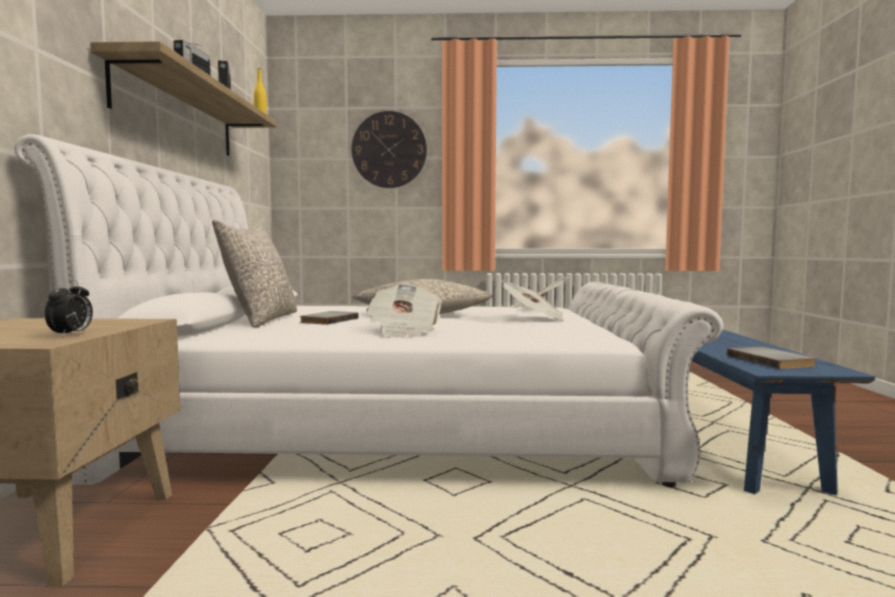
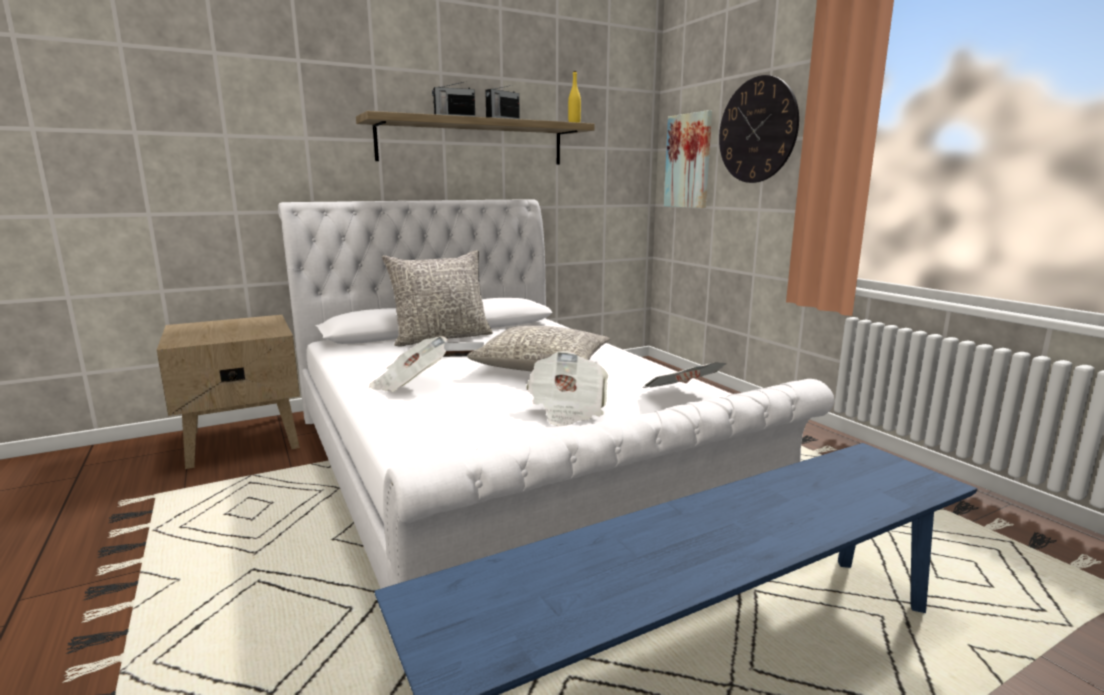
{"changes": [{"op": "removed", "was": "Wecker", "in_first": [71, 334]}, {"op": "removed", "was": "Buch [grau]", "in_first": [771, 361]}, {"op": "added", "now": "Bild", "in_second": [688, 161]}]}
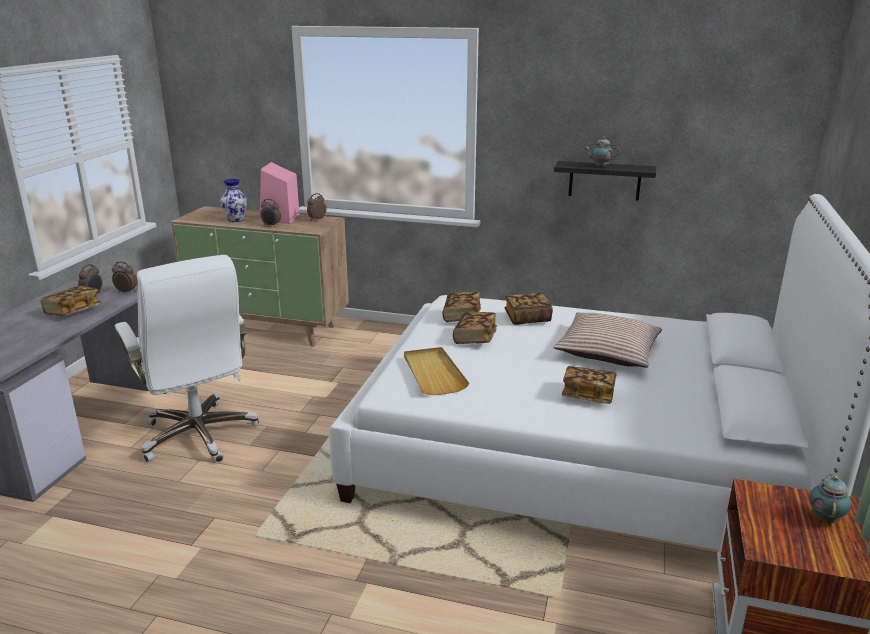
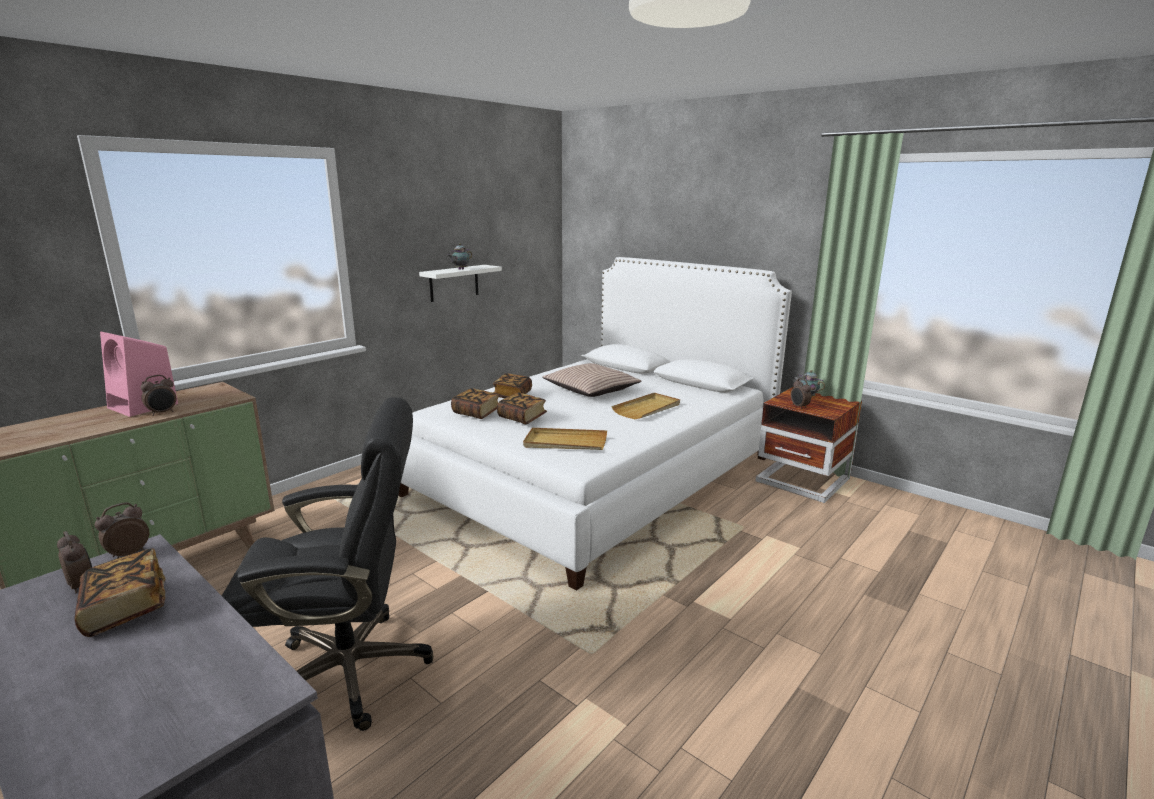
{"changes": [{"op": "removed", "was": "Vase", "in_first": [236, 220]}, {"op": "moved", "was": "Wecker", "in_first": [316, 219], "in_second": [799, 407]}, {"op": "replaced", "was": "Buch", "now": "Tablett [beige]", "in_first": [588, 396], "in_second": [647, 408]}, {"op": "recoloured", "was": "Bürostuhl [weiß]", "now": "Bürostuhl [schwarz]", "in_first": [197, 433], "in_second": [345, 672]}, {"op": "recoloured", "was": "Wandregal [schwarz]", "now": "Wandregal [weiß]", "in_first": [604, 180], "in_second": [454, 283]}]}
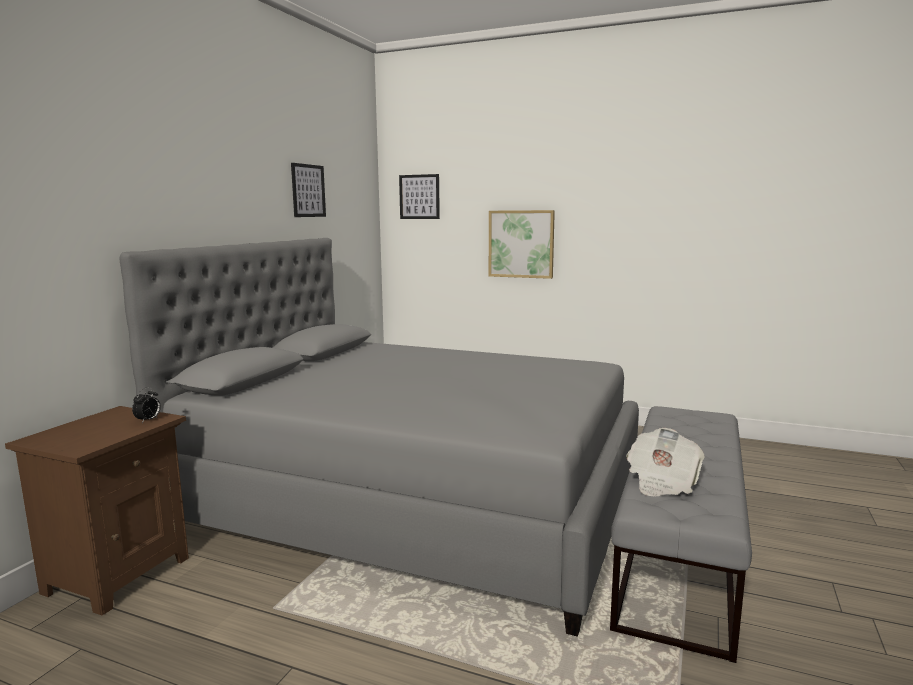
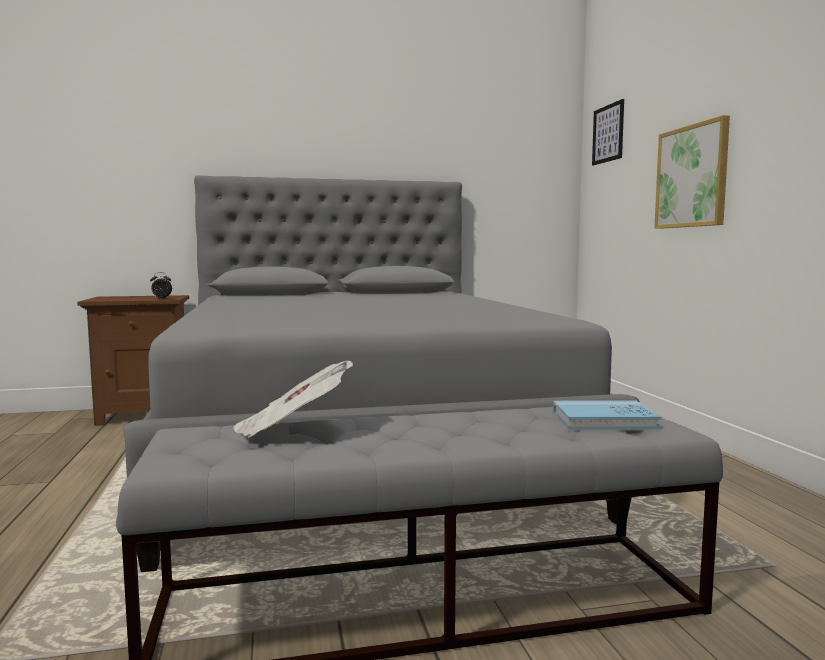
{"changes": [{"op": "removed", "was": "Bild", "in_first": [308, 190]}, {"op": "added", "now": "Buch [blau]", "in_second": [604, 420]}]}
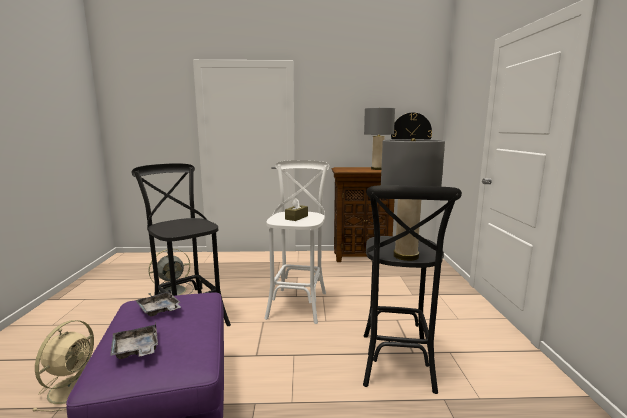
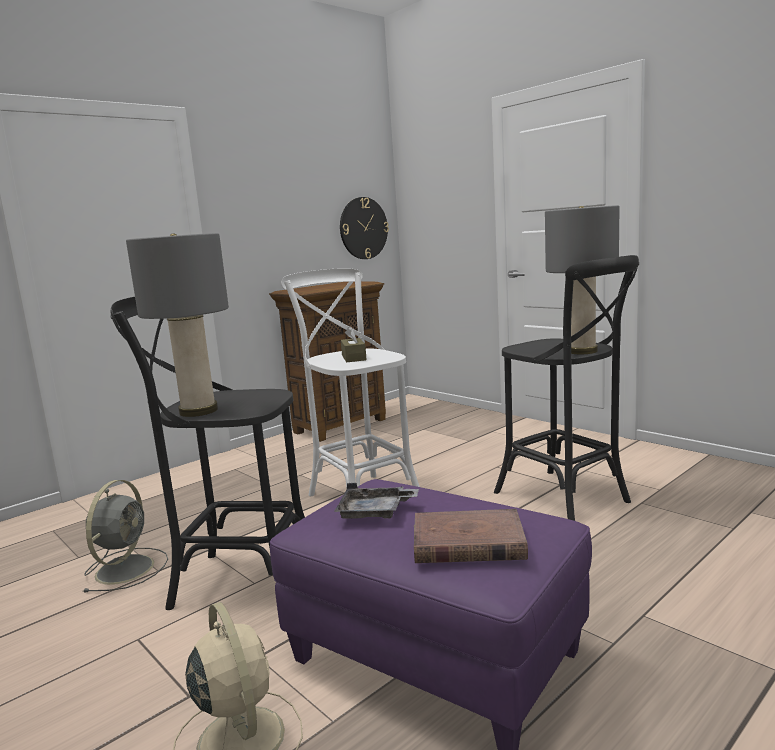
{"changes": [{"op": "moved", "was": "Tischlampe [grau]", "in_first": [377, 169], "in_second": [198, 411]}, {"op": "replaced", "was": "Tablett [grau]", "now": "Buch [braun]", "in_first": [136, 349], "in_second": [467, 543]}]}
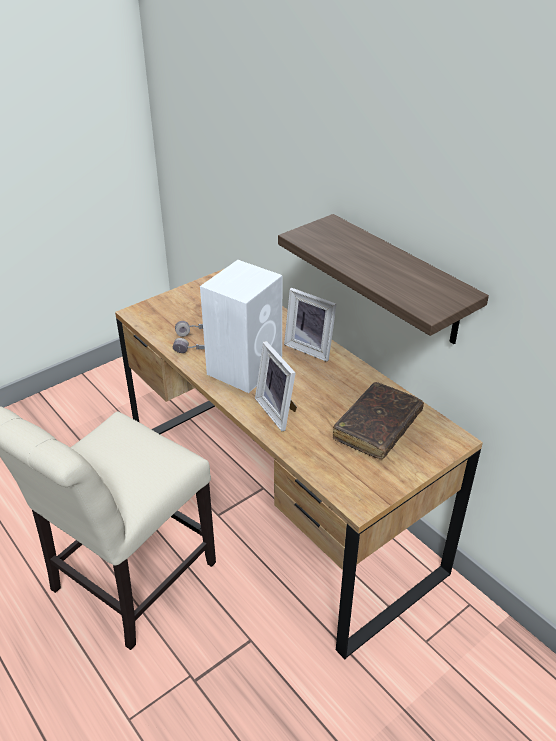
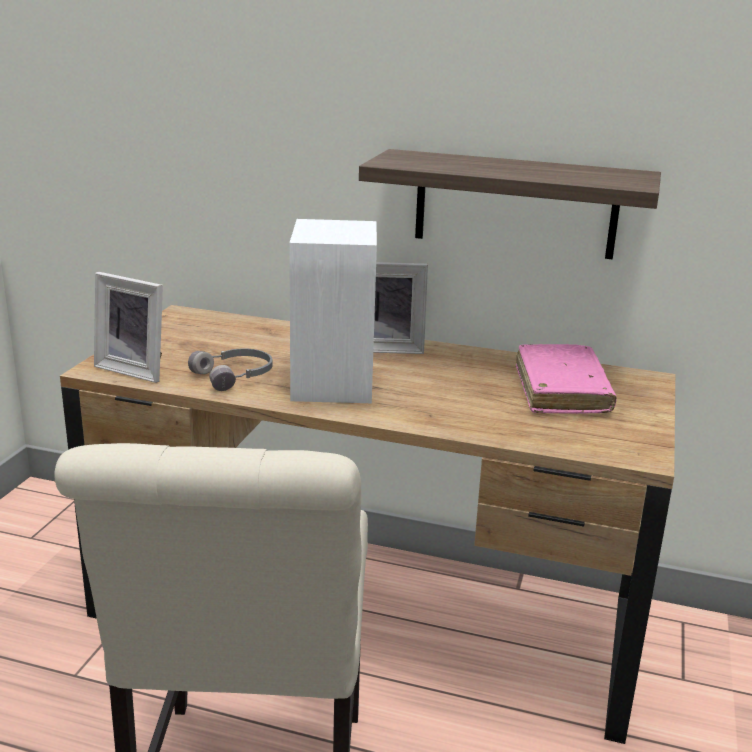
{"changes": [{"op": "moved", "was": "Bilderrahmen", "in_first": [279, 411], "in_second": [136, 369]}, {"op": "recoloured", "was": "Buch [braun]", "now": "Buch [rosa]", "in_first": [377, 427], "in_second": [561, 391]}]}
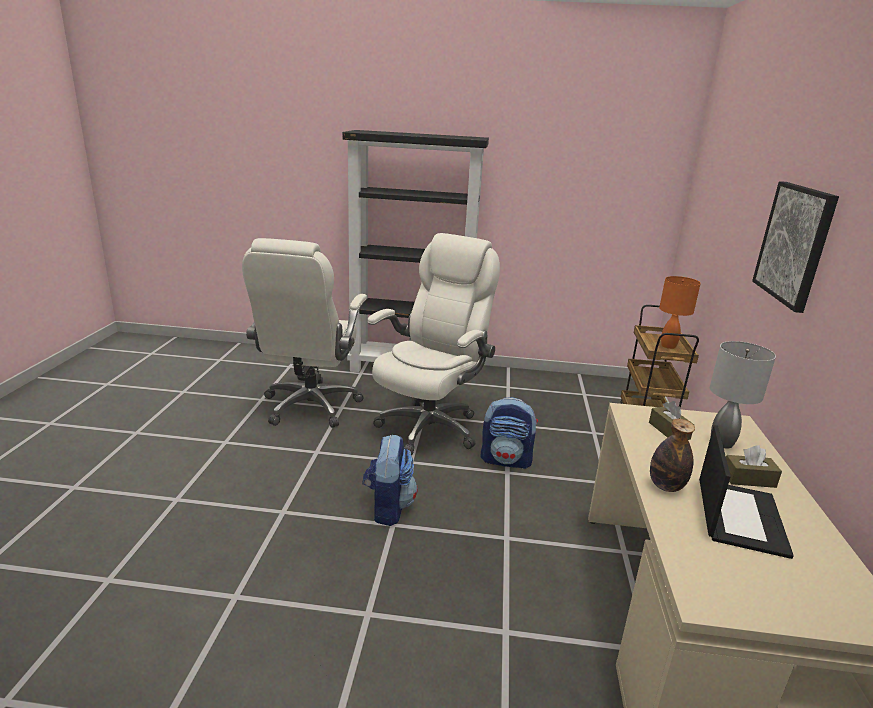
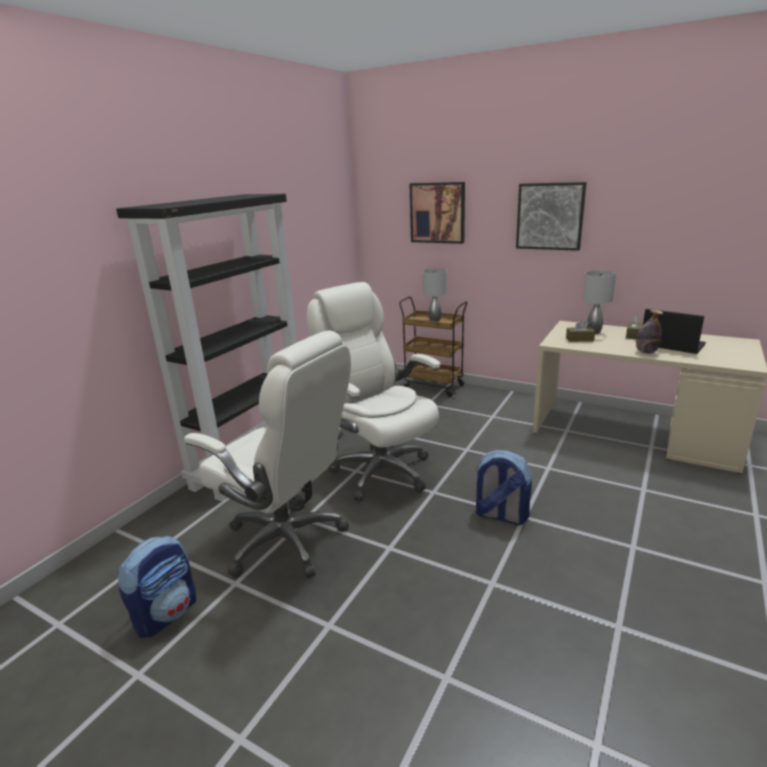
{"changes": [{"op": "added", "now": "Bild", "in_second": [437, 213]}, {"op": "moved", "was": "Rucksack", "in_first": [506, 460], "in_second": [167, 613]}, {"op": "recoloured", "was": "Tischlampe [orange]", "now": "Tischlampe [grau]", "in_first": [668, 346], "in_second": [434, 320]}]}
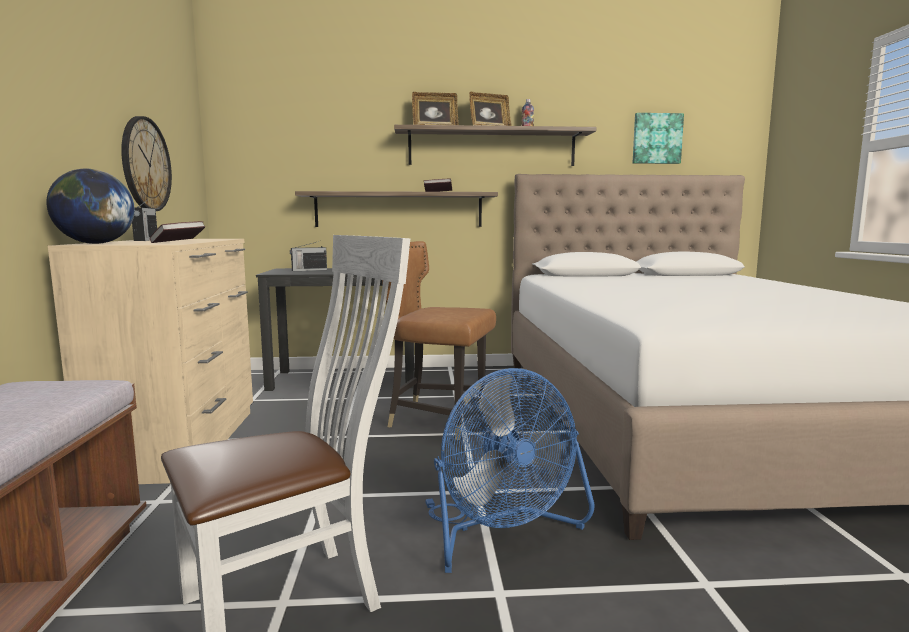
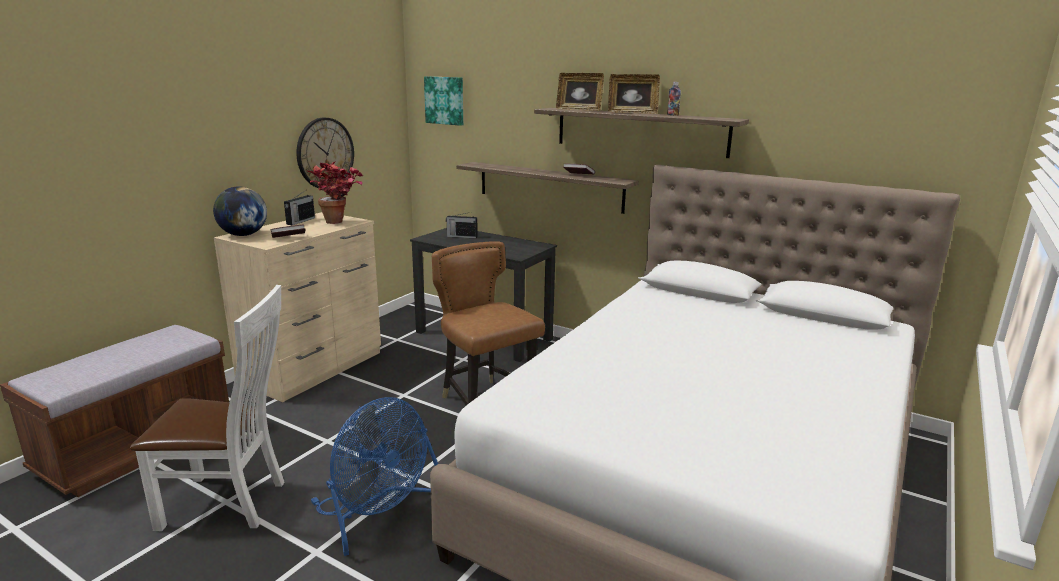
{"changes": [{"op": "added", "now": "Topfpflanze", "in_second": [340, 223]}, {"op": "moved", "was": "Bild", "in_first": [656, 139], "in_second": [445, 100]}, {"op": "turned", "was": "Ventilator [blau]", "in_first": [496, 533], "in_second": [374, 514], "clockwise": -60}]}
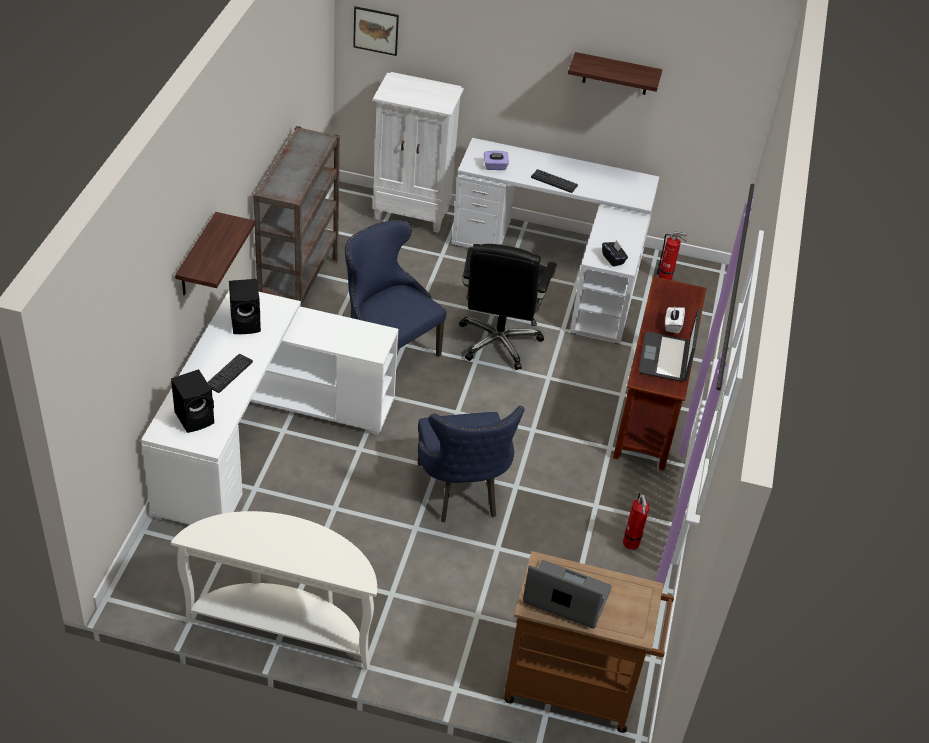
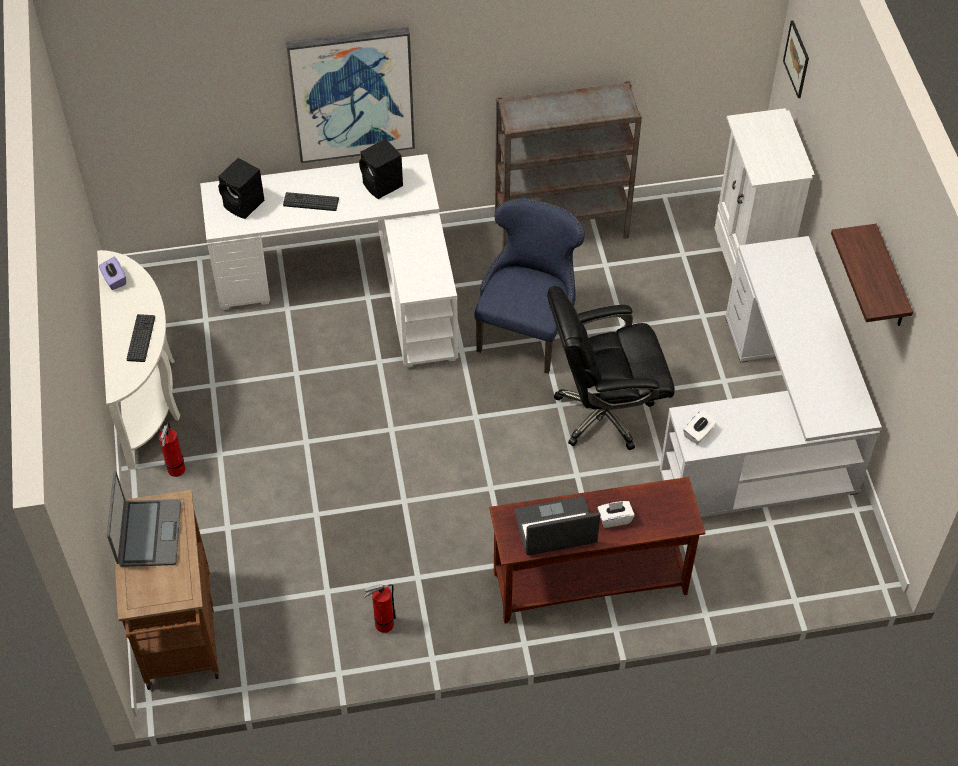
{"changes": [{"op": "removed", "was": "Stuhl [blau]", "in_first": [461, 491]}, {"op": "moved", "was": "Taschentuchbox [lila]", "in_first": [495, 167], "in_second": [114, 280]}, {"op": "moved", "was": "Tastatur", "in_first": [554, 181], "in_second": [141, 338]}, {"op": "moved", "was": "Feuerlöscher", "in_first": [666, 279], "in_second": [176, 471]}, {"op": "replaced", "was": "Wandregal", "now": "Bild", "in_first": [196, 256], "in_second": [352, 93]}, {"op": "recoloured", "was": "Taschentuchbox [schwarz]", "now": "Taschentuchbox [weiß]", "in_first": [613, 259], "in_second": [698, 433]}]}
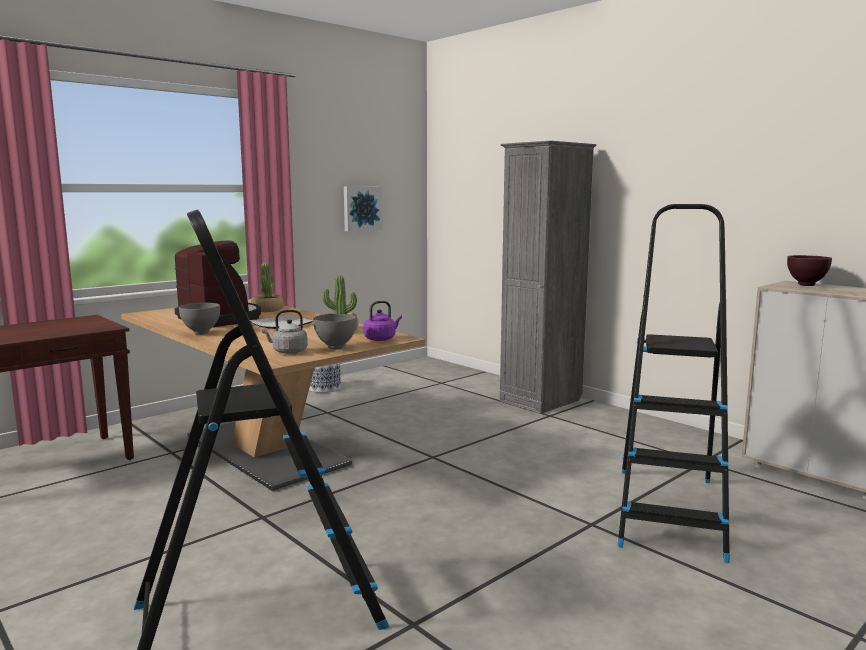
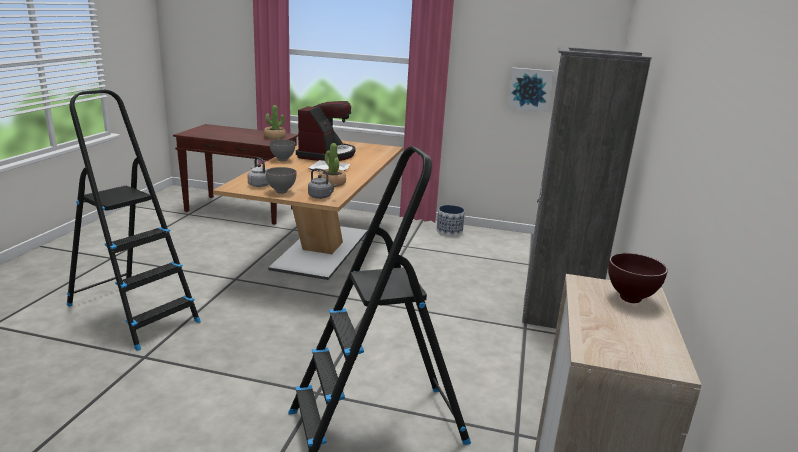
{"changes": [{"op": "moved", "was": "Topfpflanze", "in_first": [267, 310], "in_second": [274, 137]}, {"op": "recoloured", "was": "Wasserkessel [lila]", "now": "Wasserkessel [grau]", "in_first": [381, 339], "in_second": [321, 197]}]}
